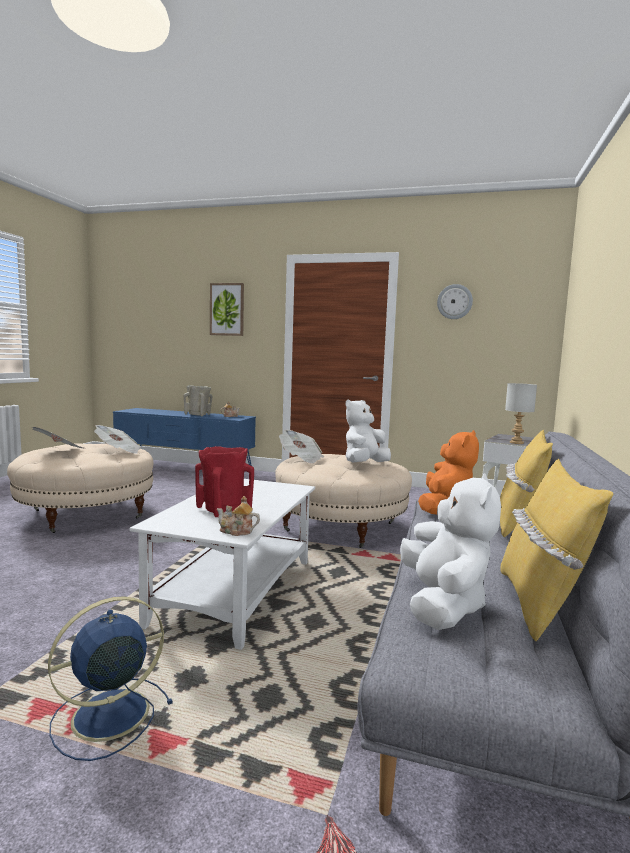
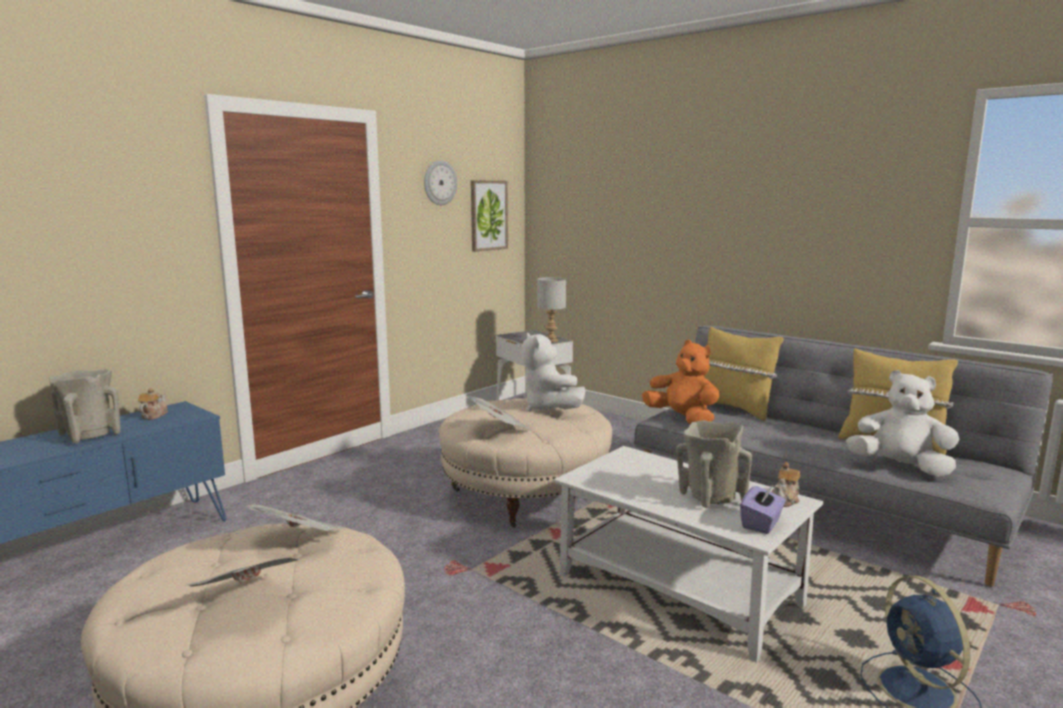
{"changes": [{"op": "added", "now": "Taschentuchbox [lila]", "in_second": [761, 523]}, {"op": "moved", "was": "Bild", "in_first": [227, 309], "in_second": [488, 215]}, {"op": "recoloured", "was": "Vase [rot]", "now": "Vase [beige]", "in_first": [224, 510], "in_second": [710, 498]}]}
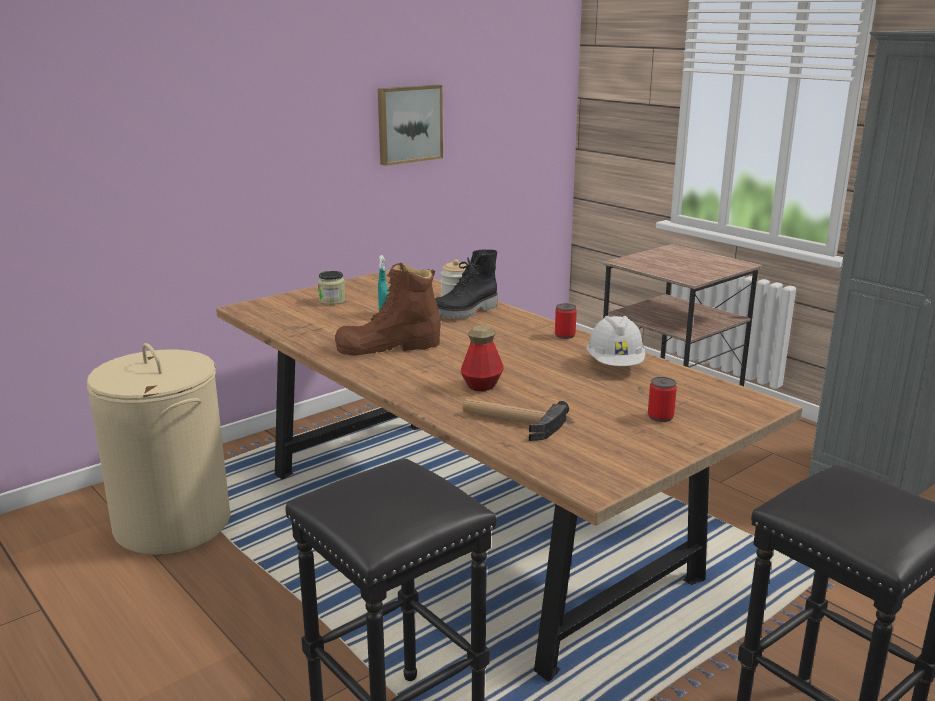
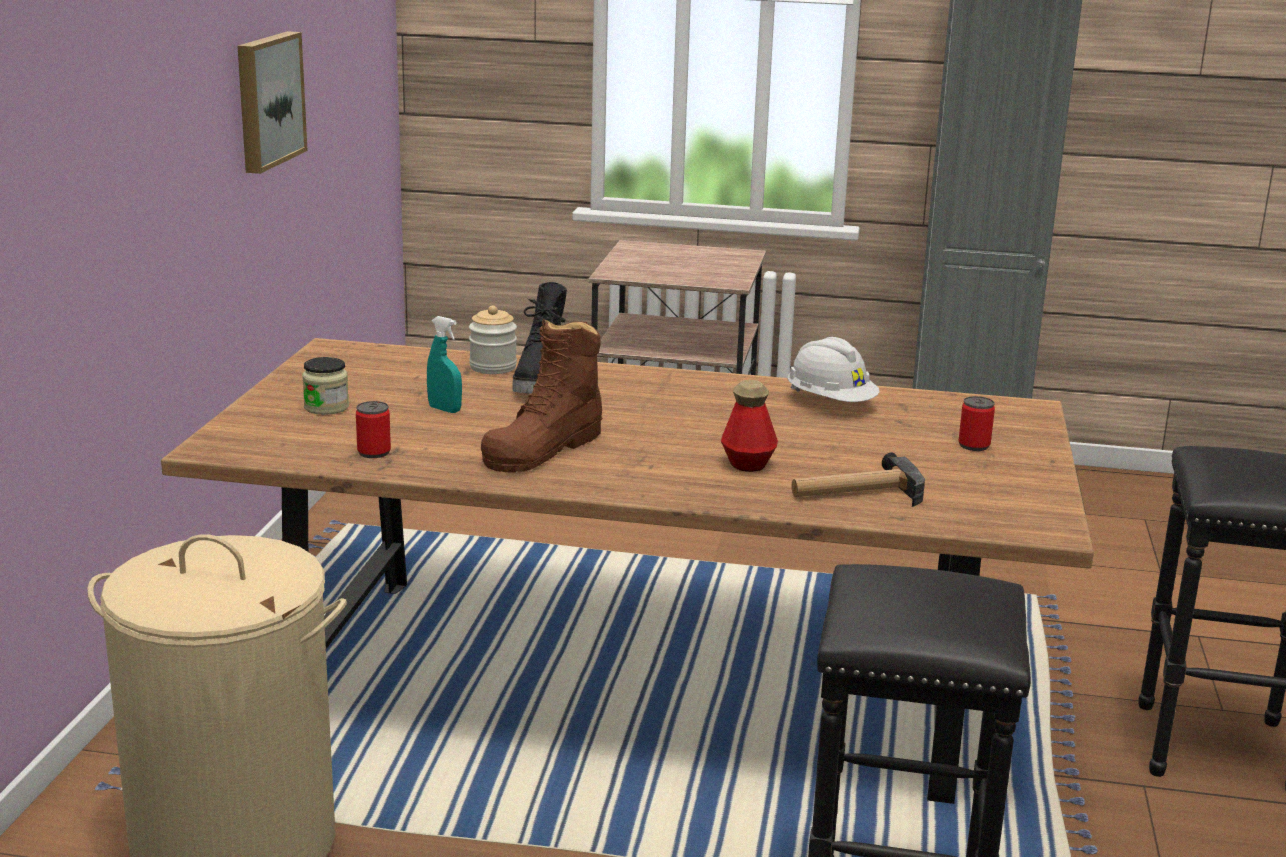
{"changes": [{"op": "moved", "was": "Dose", "in_first": [565, 335], "in_second": [374, 452]}]}
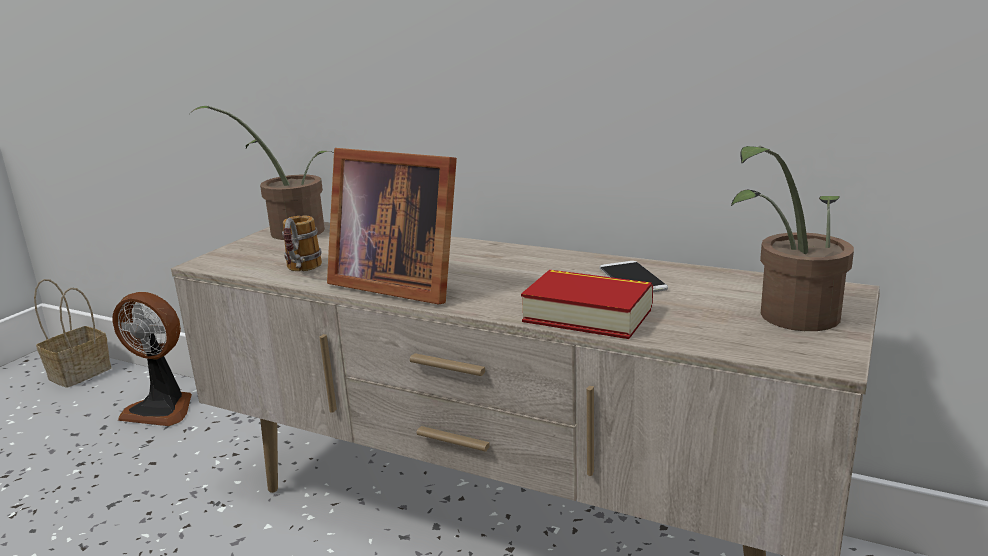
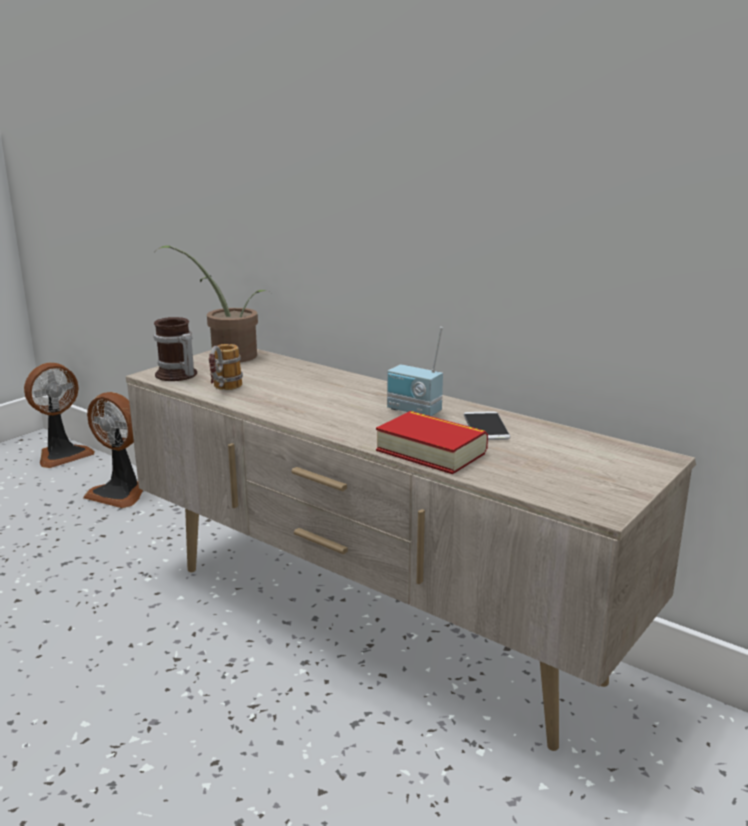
{"changes": [{"op": "removed", "was": "Bilderrahmen", "in_first": [397, 283]}, {"op": "removed", "was": "Topfpflanze", "in_first": [790, 318]}, {"op": "added", "now": "Henkelbecher", "in_second": [176, 376]}, {"op": "added", "now": "Radio", "in_second": [413, 411]}, {"op": "replaced", "was": "Korb", "now": "Ventilator", "in_first": [81, 372], "in_second": [62, 455]}]}
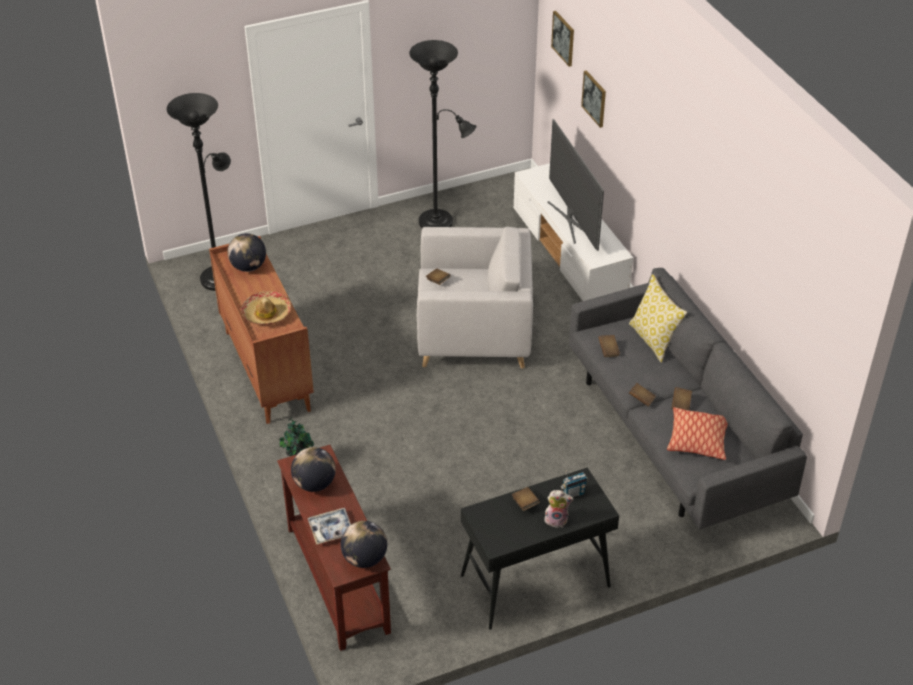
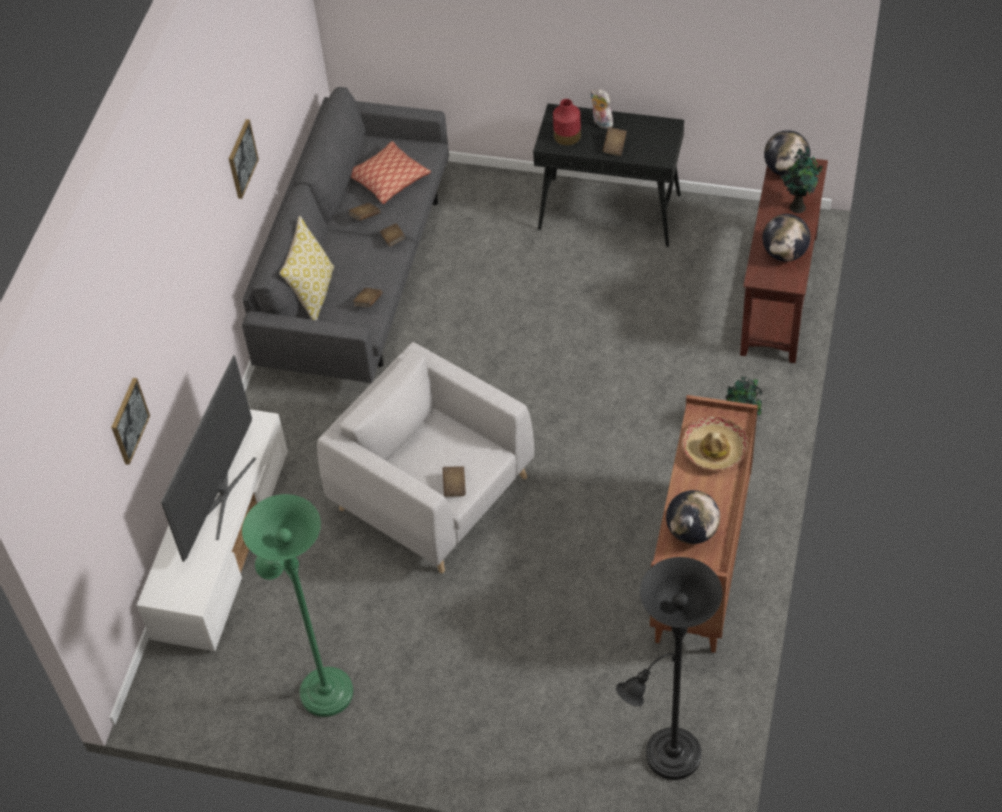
{"changes": [{"op": "moved", "was": "Bild", "in_first": [563, 38], "in_second": [242, 158]}, {"op": "replaced", "was": "Tablett", "now": "Topfpflanze", "in_first": [331, 529], "in_second": [797, 206]}, {"op": "replaced", "was": "Radio", "now": "Vase [rot]", "in_first": [573, 493], "in_second": [567, 135]}, {"op": "recoloured", "was": "Stehlampe [schwarz]", "now": "Stehlampe [grün]", "in_first": [440, 222], "in_second": [322, 688]}]}
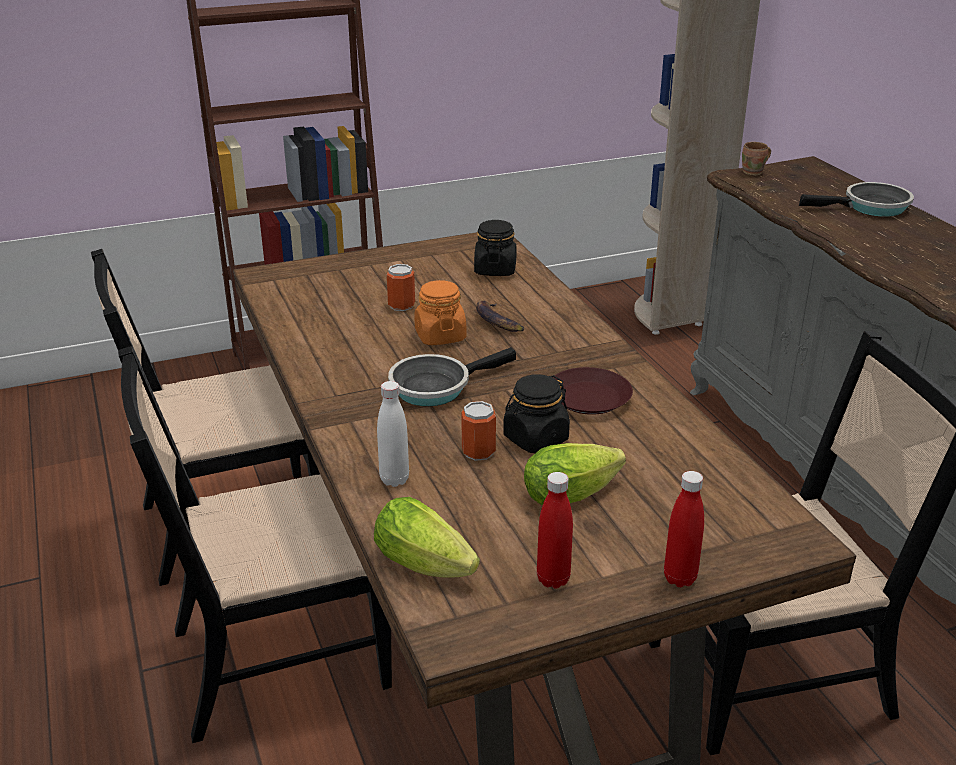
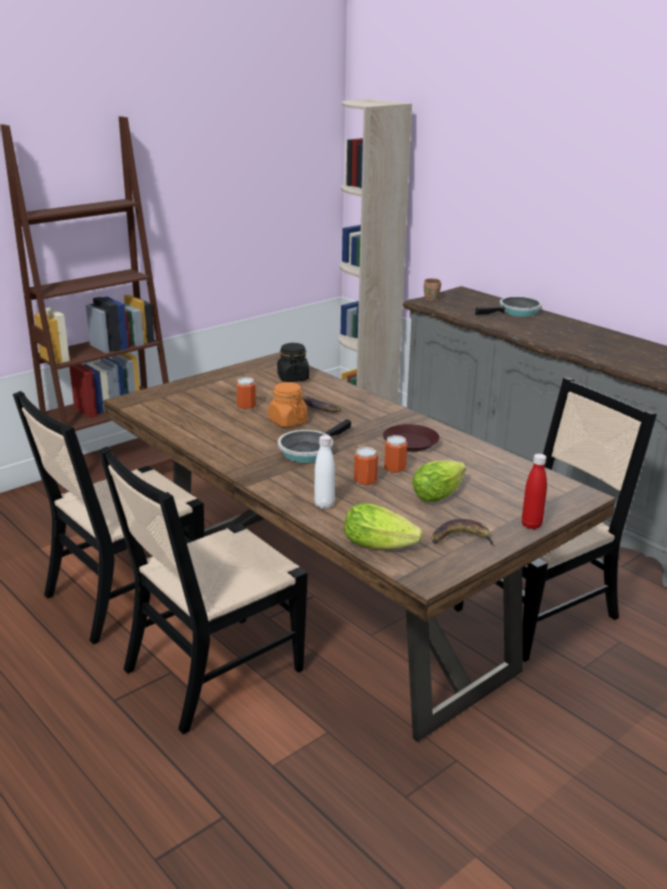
{"changes": [{"op": "replaced", "was": "Vorratsglas [schwarz]", "now": "Dose", "in_first": [535, 439], "in_second": [395, 469]}, {"op": "replaced", "was": "Flasche [rot]", "now": "Banane", "in_first": [553, 579], "in_second": [461, 538]}]}
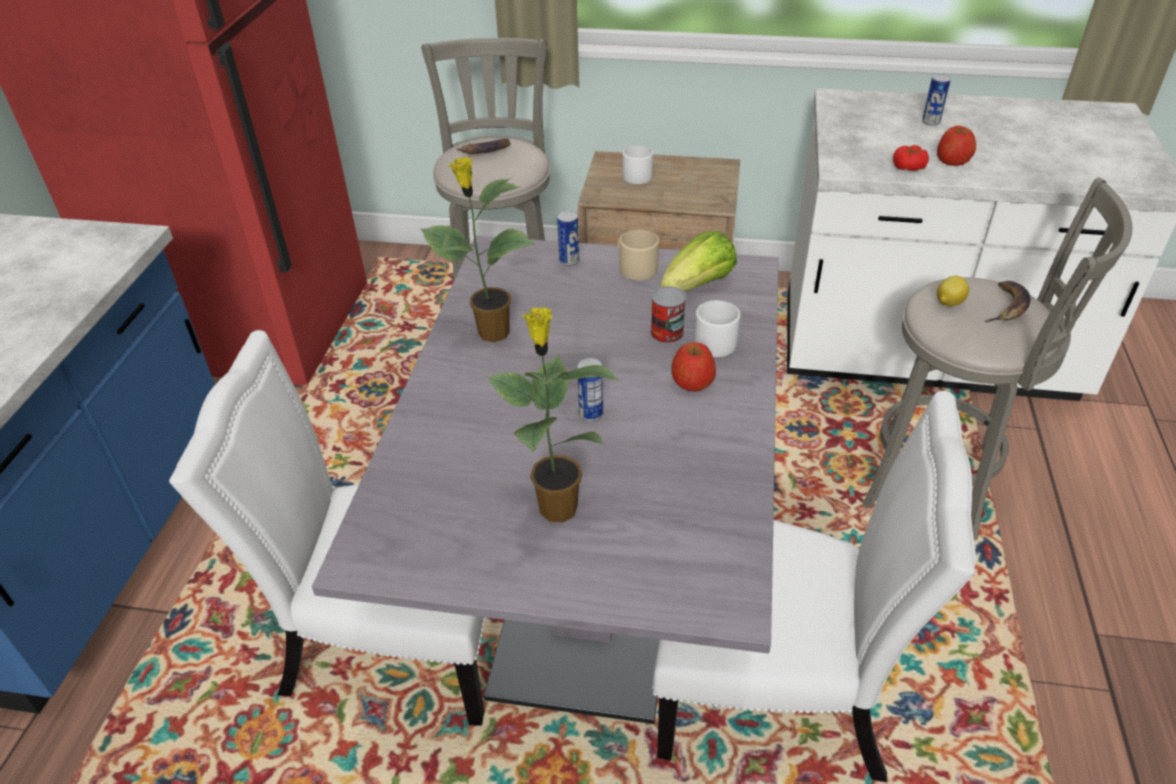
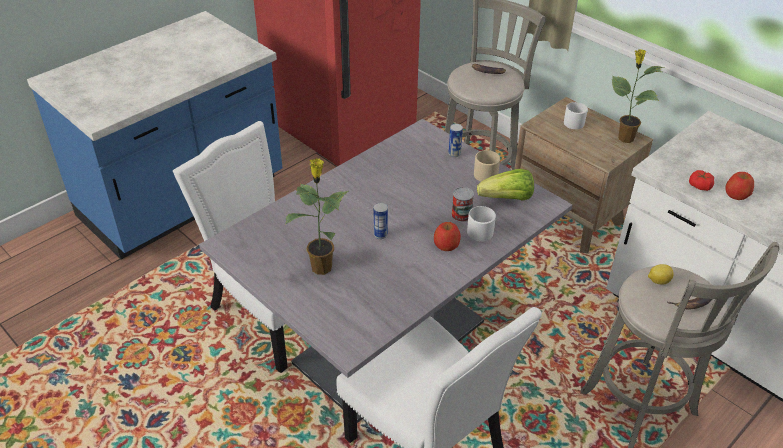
{"changes": [{"op": "removed", "was": "Dose", "in_first": [930, 122]}, {"op": "moved", "was": "Topfpflanze", "in_first": [491, 333], "in_second": [624, 138]}]}
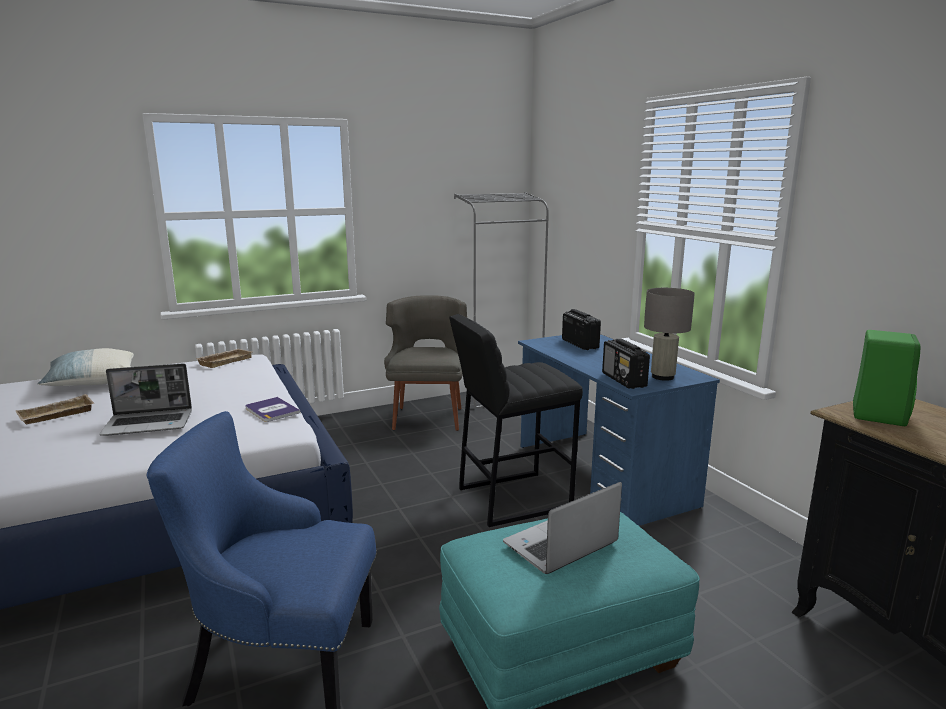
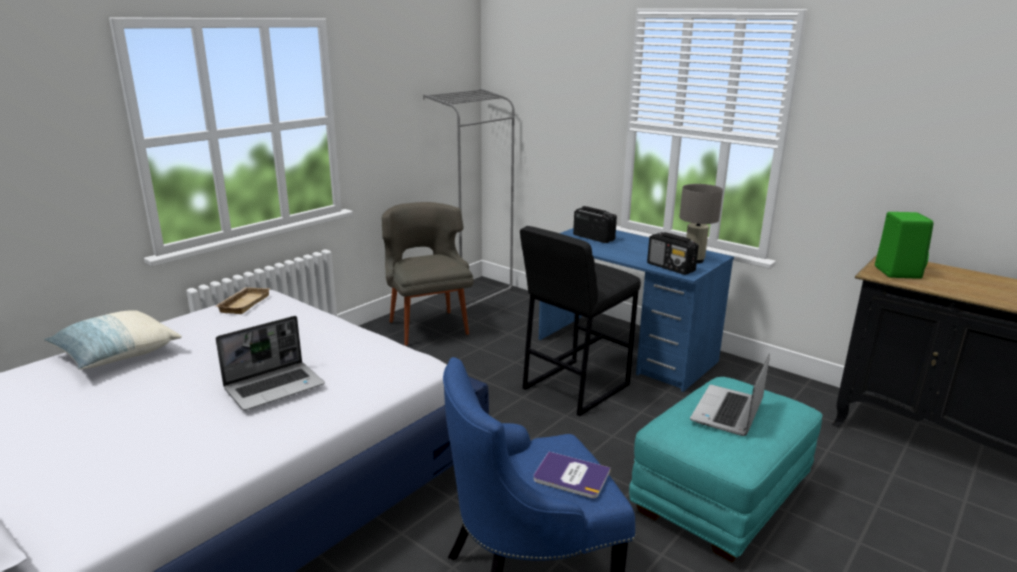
{"changes": [{"op": "removed", "was": "Tablett [beige]", "in_first": [56, 415]}, {"op": "moved", "was": "Buch", "in_first": [272, 410], "in_second": [571, 476]}]}
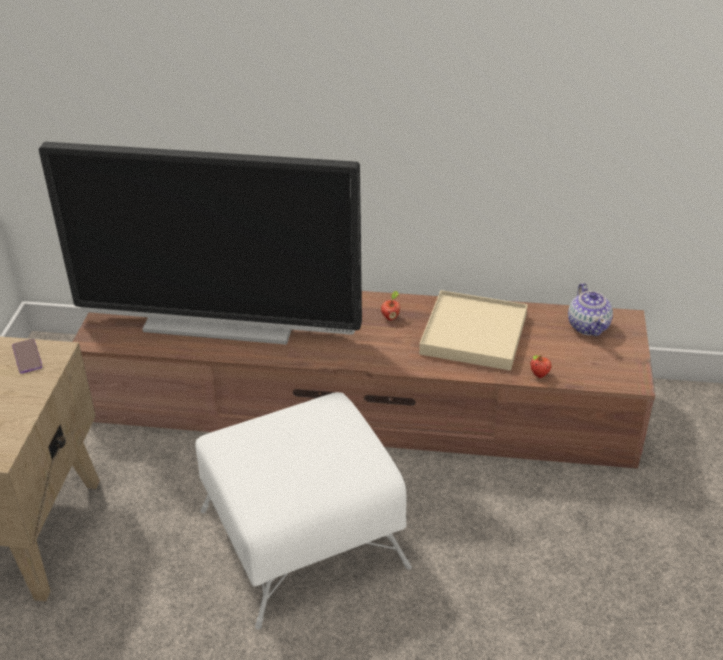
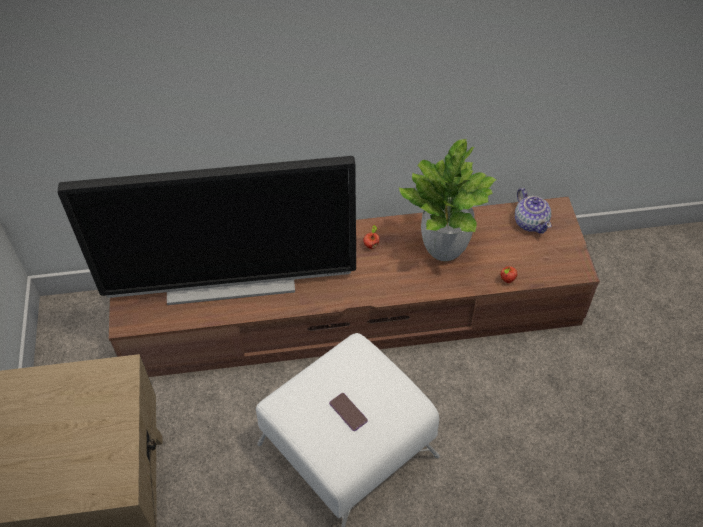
{"changes": [{"op": "moved", "was": "Handy", "in_first": [27, 357], "in_second": [348, 412]}, {"op": "replaced", "was": "Tablett [beige]", "now": "Topfpflanze", "in_first": [474, 334], "in_second": [444, 249]}]}
